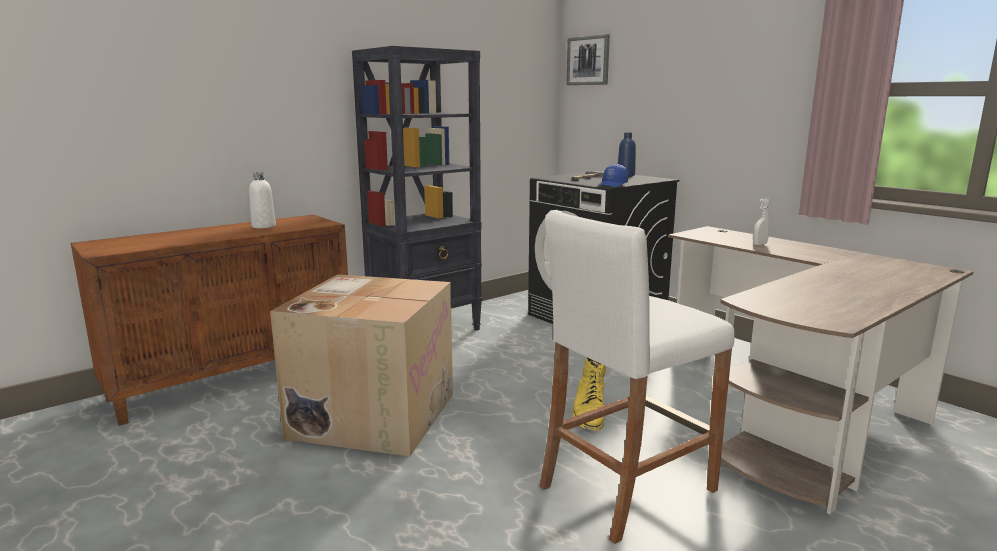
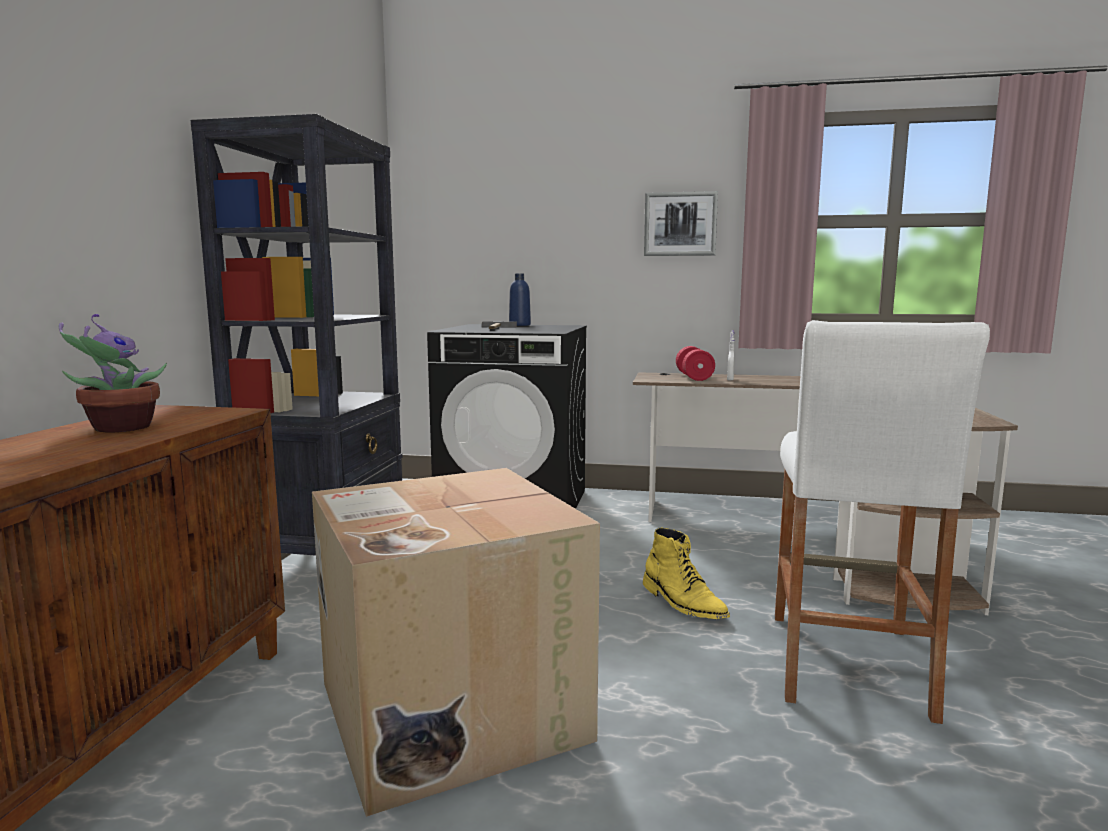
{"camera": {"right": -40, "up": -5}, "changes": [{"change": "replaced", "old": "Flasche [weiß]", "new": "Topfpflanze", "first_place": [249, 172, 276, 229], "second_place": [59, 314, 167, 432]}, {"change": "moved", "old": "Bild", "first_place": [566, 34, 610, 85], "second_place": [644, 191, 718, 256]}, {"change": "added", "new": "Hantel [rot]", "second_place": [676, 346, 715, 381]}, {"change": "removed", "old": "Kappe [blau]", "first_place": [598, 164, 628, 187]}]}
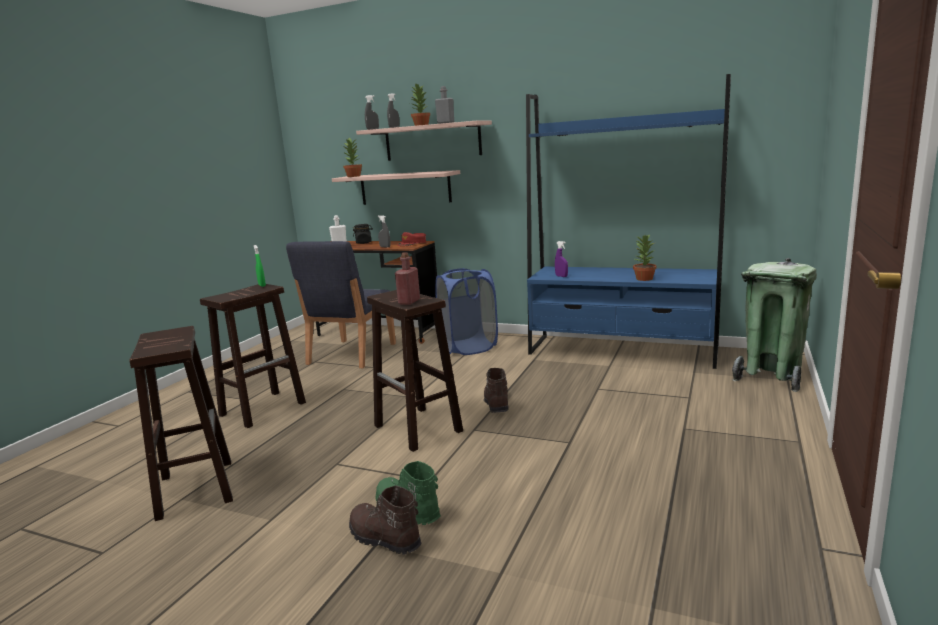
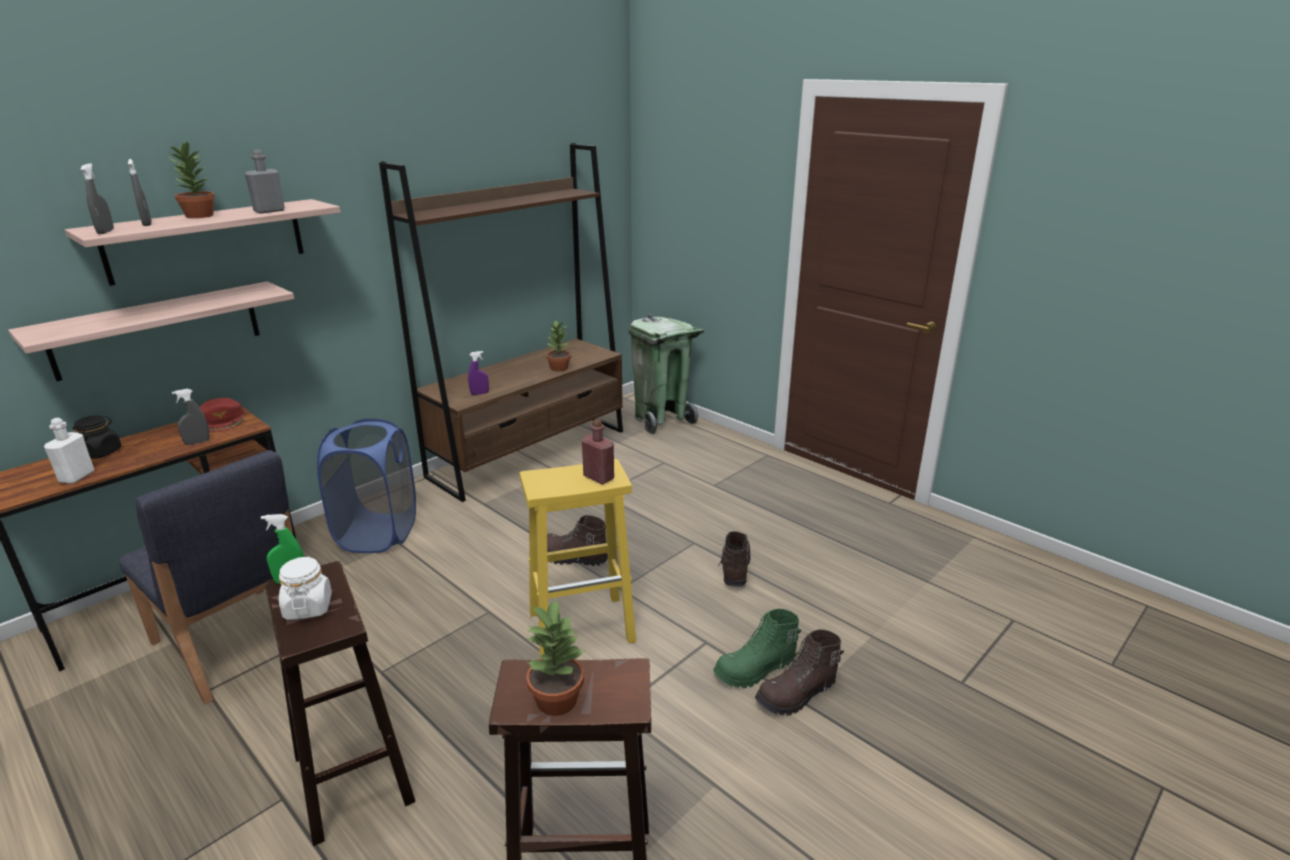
{"camera": {"right": -70, "up": 10}, "changes": [{"change": "added", "new": "Vorratsglas [weiß]", "second_place": [279, 556, 332, 620]}, {"change": "recoloured", "old": "Bücherregal [blau]", "new": "Bücherregal [braun]", "first_place": [526, 74, 731, 369], "second_place": [379, 143, 623, 502]}, {"change": "recoloured", "old": "Hocker [braun]", "new": "Hocker [gelb]", "first_place": [367, 290, 463, 452], "second_place": [520, 459, 636, 659]}, {"change": "moved", "old": "Topfpflanze", "first_place": [343, 138, 362, 177], "second_place": [526, 599, 585, 716]}, {"change": "added", "new": "Stiefel [braun]", "second_place": [718, 531, 751, 587]}]}
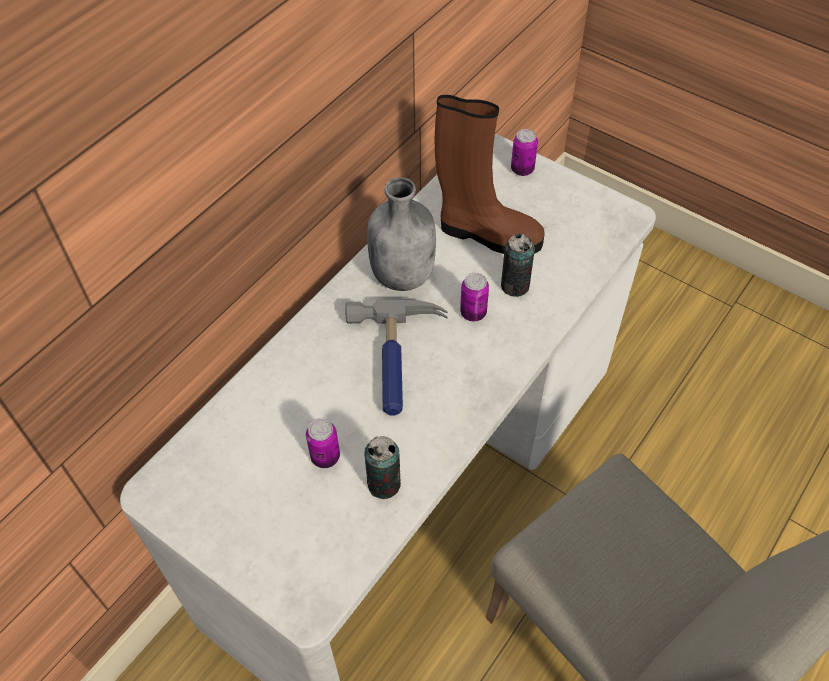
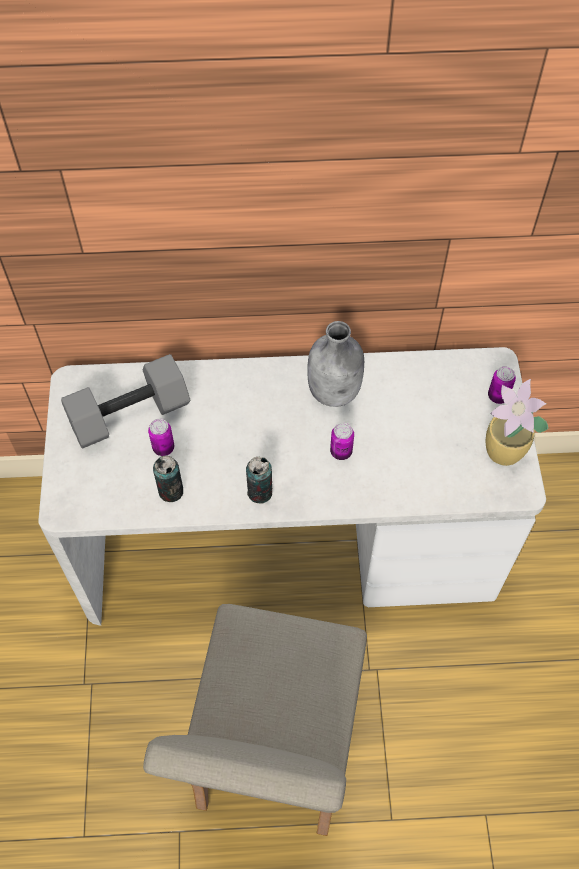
{"camera": {"right": 50, "up": 5}, "changes": [{"change": "added", "new": "Hantel [grau]", "second_place": [61, 354, 190, 449]}, {"change": "moved", "old": "Dose", "first_place": [501, 234, 535, 297], "second_place": [246, 457, 272, 504]}, {"change": "added", "new": "Topfpflanze", "second_place": [486, 379, 548, 466]}, {"change": "removed", "old": "Hammer", "first_place": [345, 299, 448, 416]}, {"change": "removed", "old": "Stiefel [braun]", "first_place": [434, 95, 545, 254]}]}
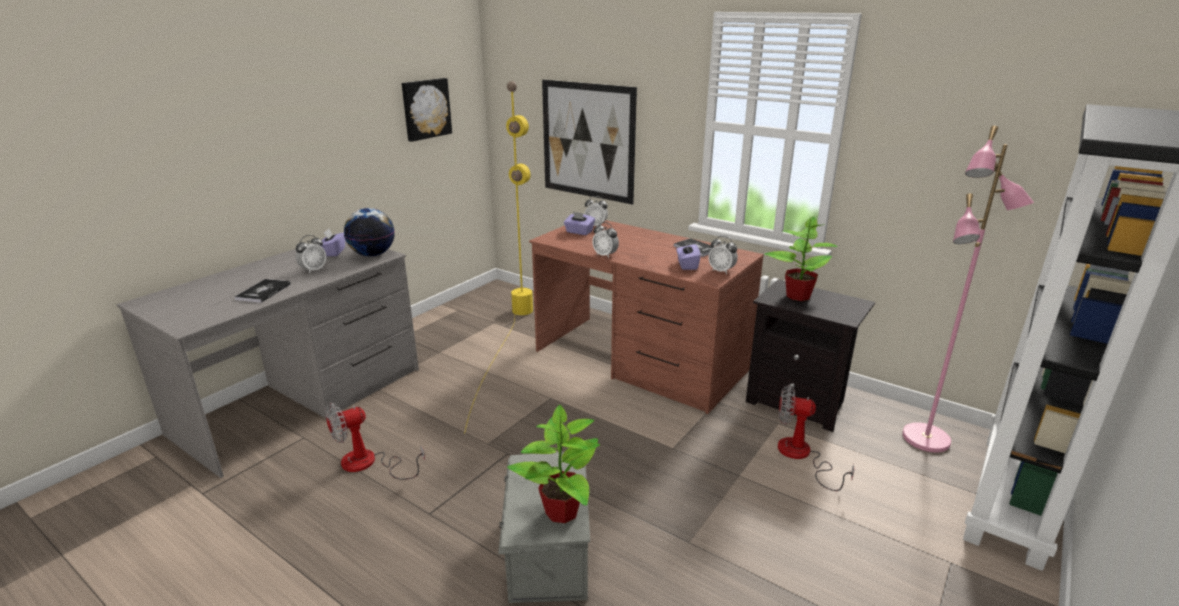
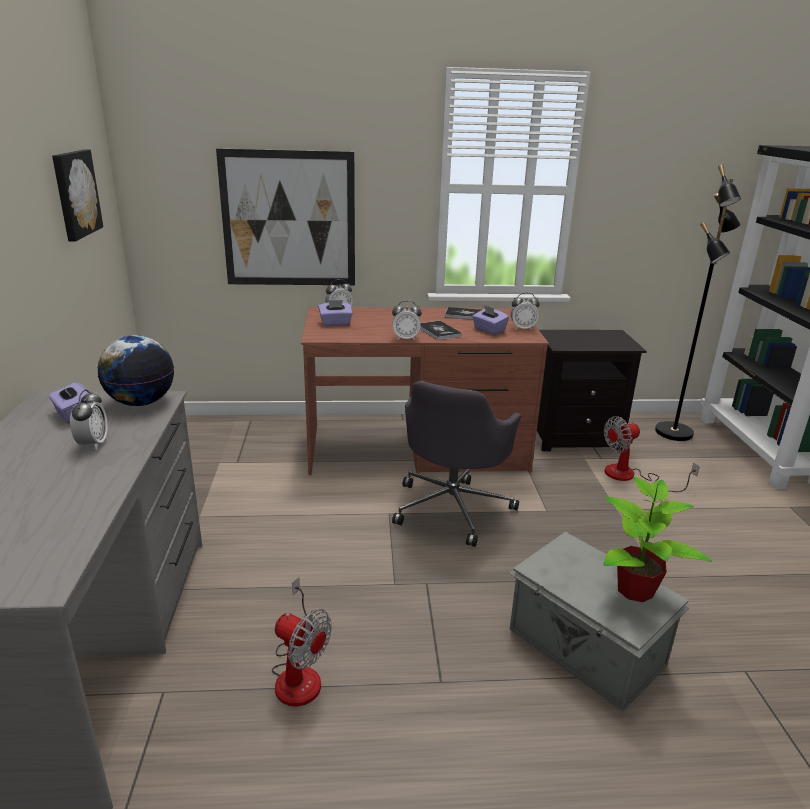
{"camera": {"right": -40, "up": 0}, "changes": [{"change": "turned", "old": "Ventilator", "first_place": [325, 403, 425, 480], "second_place": [272, 577, 332, 706], "degrees": -75}, {"change": "added", "new": "Bürostuhl [grau]", "second_place": [392, 381, 522, 547]}, {"change": "moved", "old": "Buch", "first_place": [235, 279, 291, 303], "second_place": [420, 321, 462, 340]}, {"change": "recoloured", "old": "Stehlampe [rosa]", "new": "Stehlampe [schwarz]", "first_place": [902, 126, 1034, 453], "second_place": [655, 164, 741, 441]}, {"change": "removed", "old": "Stehlampe [gelb]", "first_place": [464, 81, 533, 434]}, {"change": "removed", "old": "Topfpflanze", "first_place": [764, 216, 838, 301]}]}
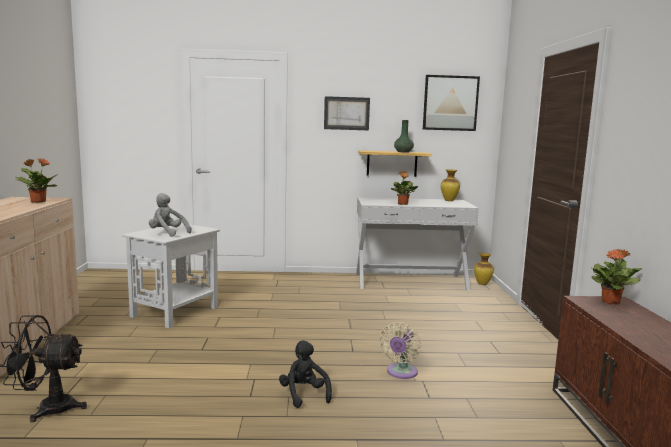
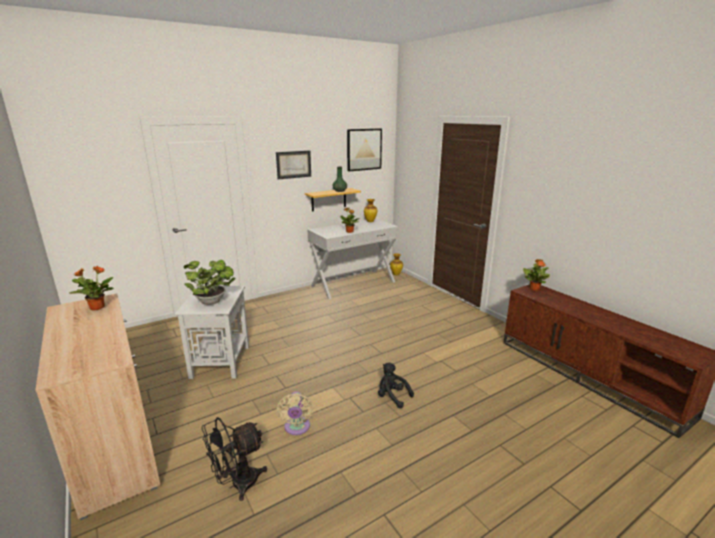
{"camera": {"right": -30, "up": 10}, "changes": [{"change": "replaced", "old": "Plüschtier [grau]", "new": "Topfpflanze", "first_place": [149, 193, 192, 237], "second_place": [184, 260, 235, 305]}, {"change": "moved", "old": "Ventilator [beige]", "first_place": [380, 322, 421, 379], "second_place": [277, 391, 314, 435]}]}
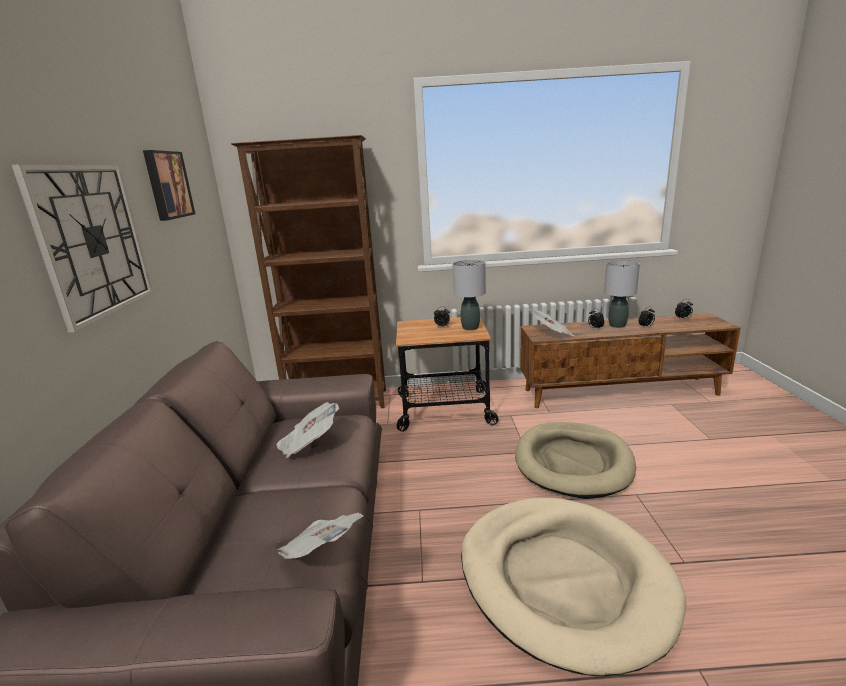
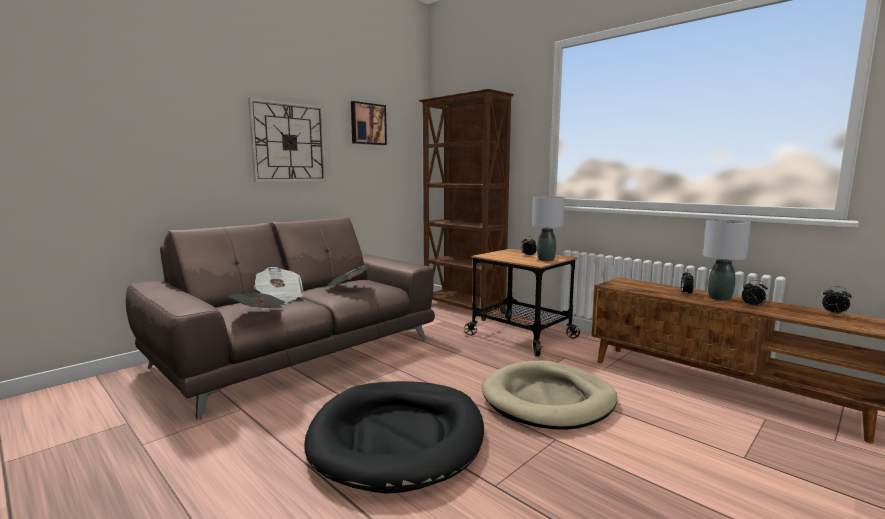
{"camera": {"right": 45, "up": -10}, "changes": [{"change": "moved", "old": "Zeitung", "first_place": [528, 309, 574, 336], "second_place": [254, 267, 303, 304]}, {"change": "recoloured", "old": "Hundebett [beige]", "new": "Hundebett [schwarz]", "first_place": [461, 497, 686, 676], "second_place": [304, 381, 484, 494]}]}
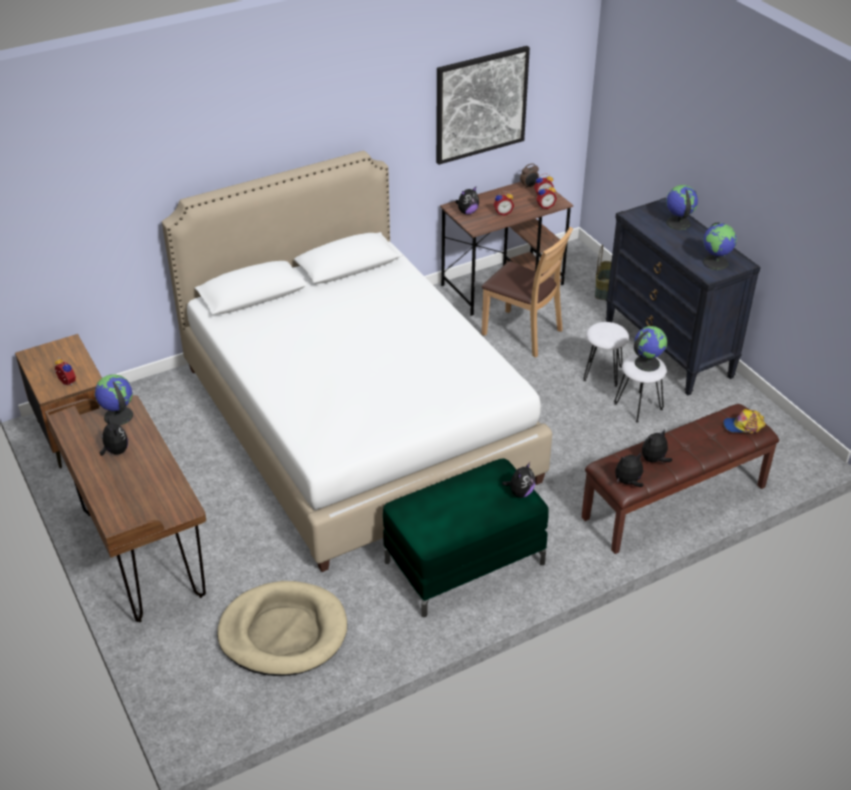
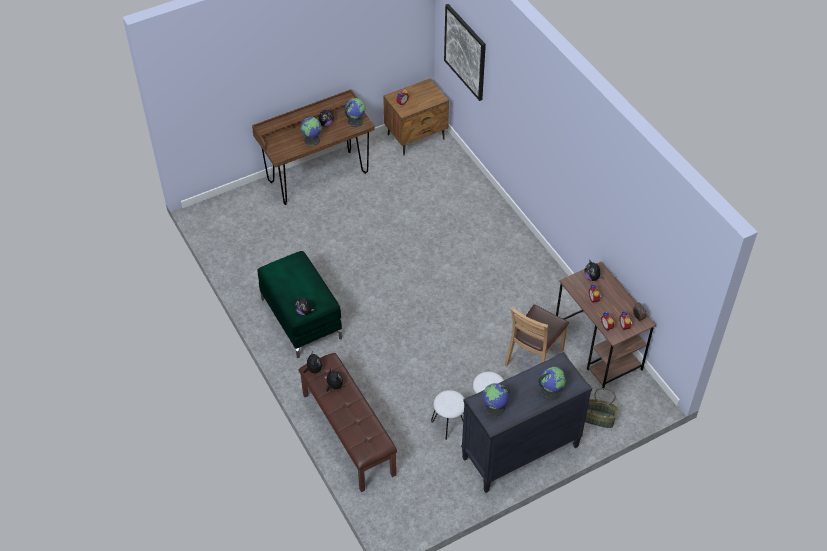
{"camera": {"right": 90, "up": 10}, "changes": [{"change": "moved", "old": "Globus", "first_place": [634, 326, 667, 371], "second_place": [301, 116, 322, 146]}, {"change": "moved", "old": "Bild", "first_place": [436, 46, 530, 165], "second_place": [444, 4, 486, 101]}, {"change": "removed", "old": "Bett [weiß]", "first_place": [162, 151, 552, 572]}, {"change": "removed", "old": "Hundebett [beige]", "first_place": [217, 581, 347, 676]}, {"change": "removed", "old": "Kappe", "first_place": [723, 409, 765, 433]}]}
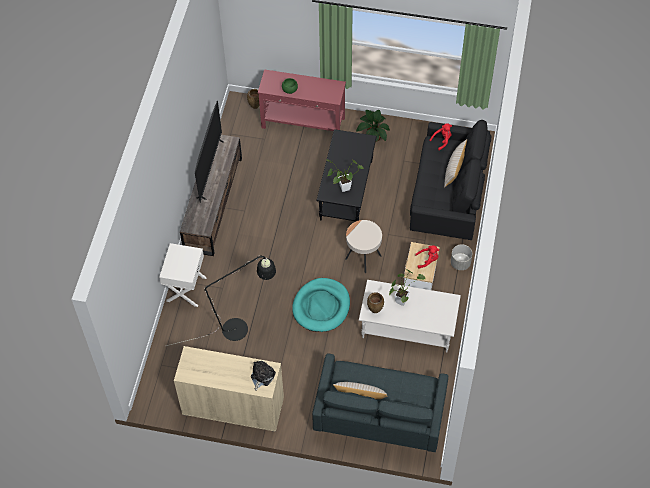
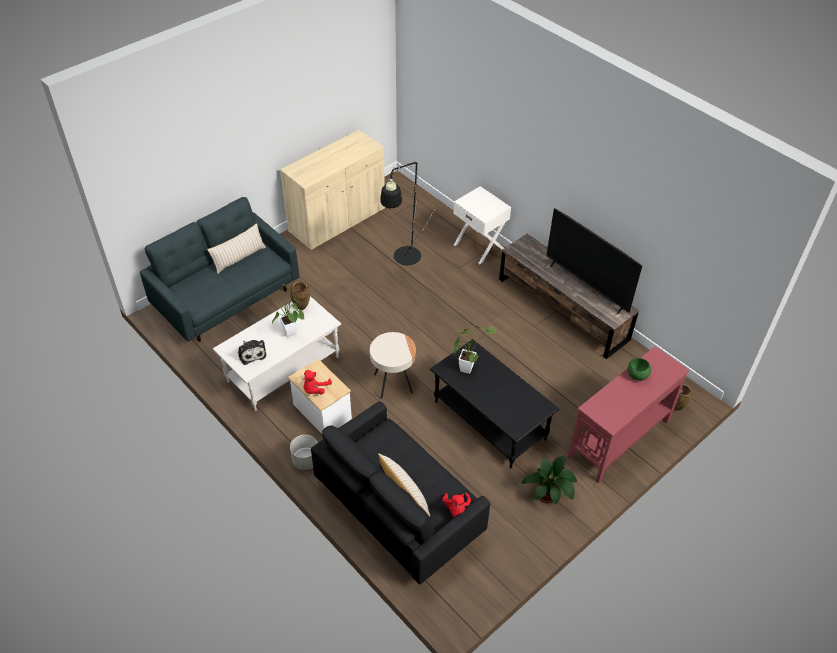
{"camera": {"right": 125, "up": -10}, "changes": [{"change": "moved", "old": "Plüschtier", "first_place": [251, 361, 276, 391], "second_place": [238, 340, 266, 365]}, {"change": "removed", "old": "Hundebett [türkis]", "first_place": [292, 278, 350, 332]}]}
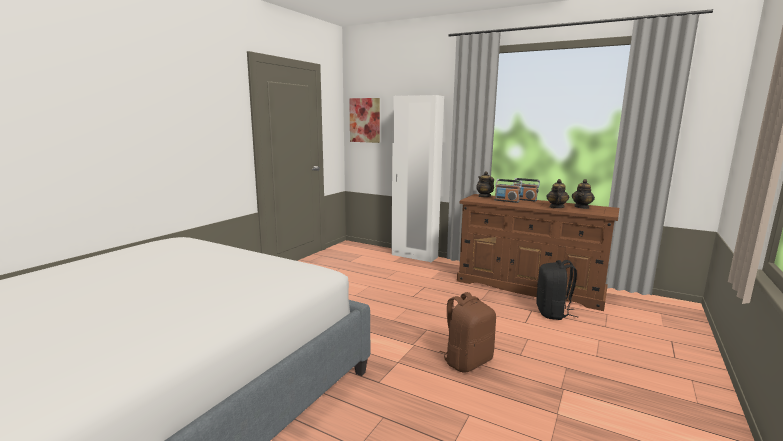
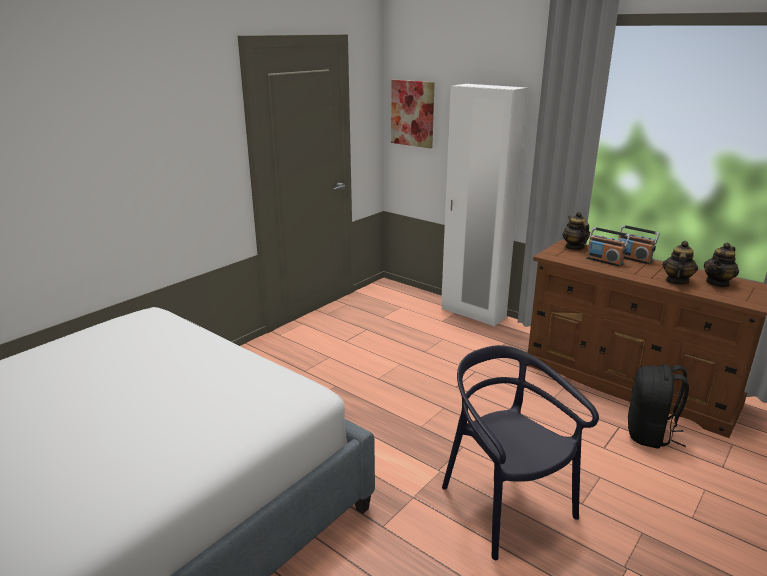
{"camera": {"right": 10, "up": 10}, "changes": [{"change": "replaced", "old": "Rucksack [braun]", "new": "Stuhl [schwarz]", "first_place": [440, 292, 496, 373], "second_place": [442, 345, 599, 560]}]}
